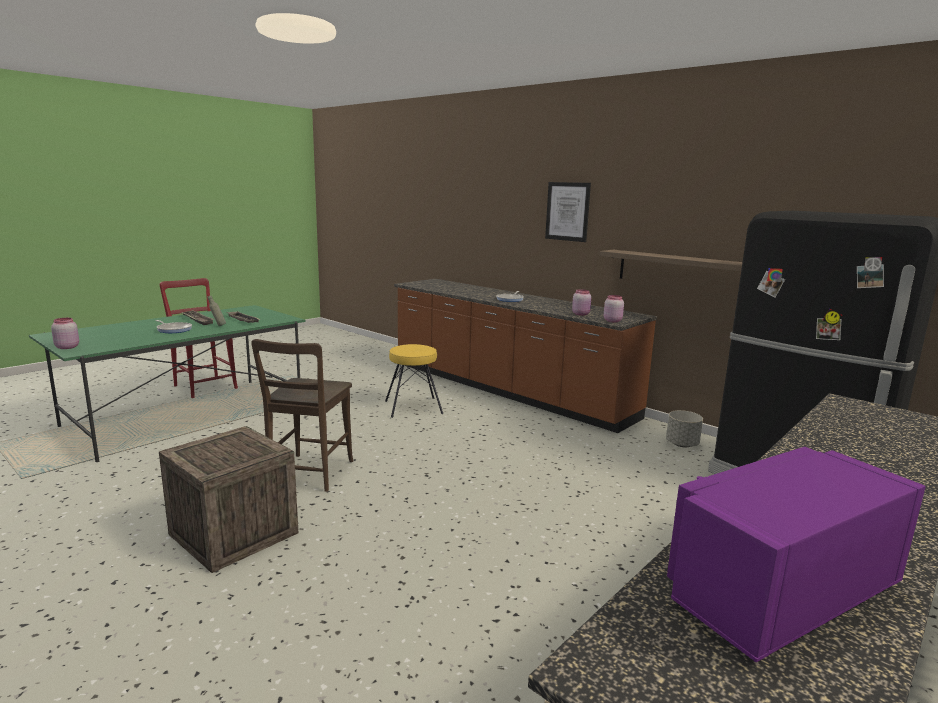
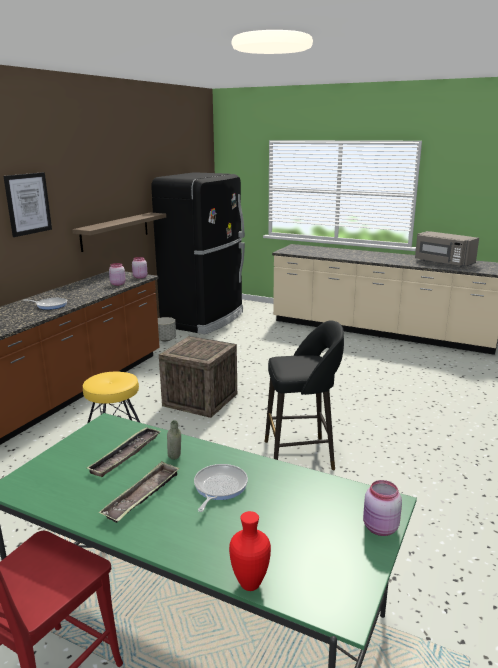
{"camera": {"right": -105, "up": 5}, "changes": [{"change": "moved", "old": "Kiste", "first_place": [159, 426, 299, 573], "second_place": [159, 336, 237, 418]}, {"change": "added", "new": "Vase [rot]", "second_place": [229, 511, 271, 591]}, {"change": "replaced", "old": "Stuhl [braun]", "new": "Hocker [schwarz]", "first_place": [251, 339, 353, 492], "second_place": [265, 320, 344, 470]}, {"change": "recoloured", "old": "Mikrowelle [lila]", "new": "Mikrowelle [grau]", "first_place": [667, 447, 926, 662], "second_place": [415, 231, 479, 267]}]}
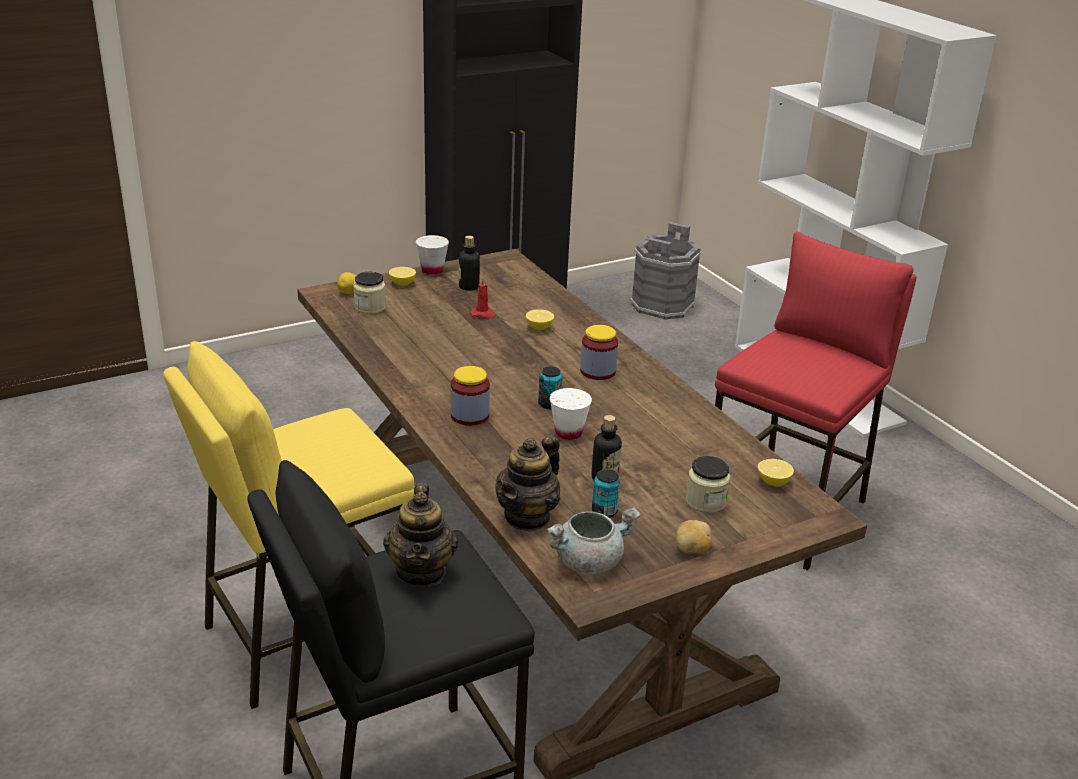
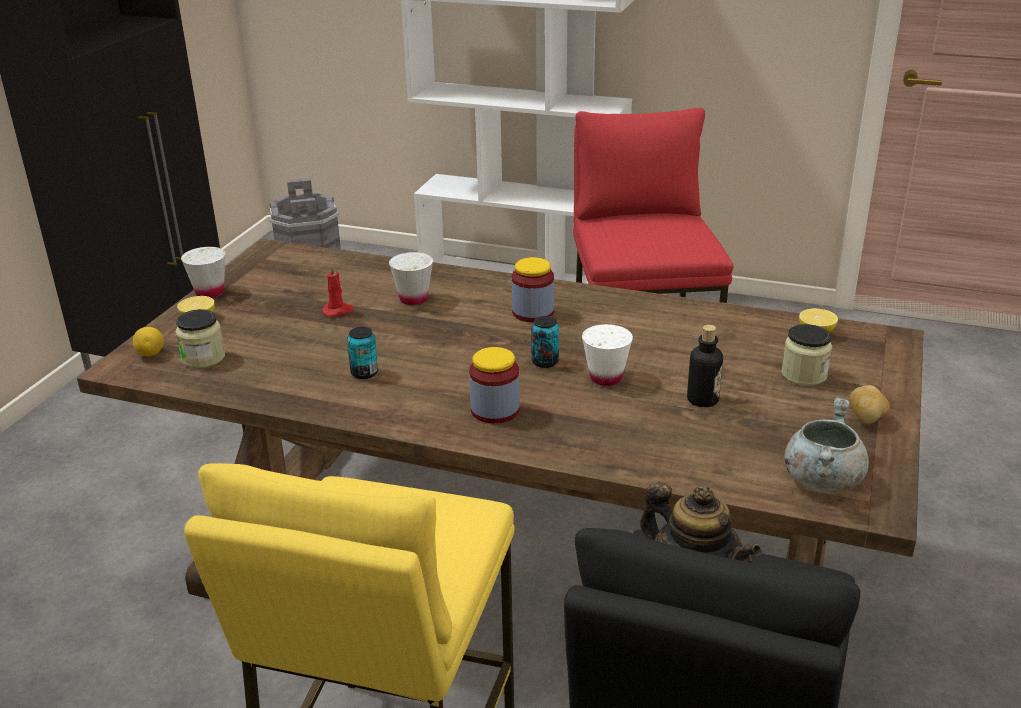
{"camera": {"right": -40, "up": 0}, "changes": [{"change": "moved", "old": "Dose", "first_place": [592, 469, 620, 518], "second_place": [347, 327, 378, 379]}, {"change": "replaced", "old": "Zitrone", "new": "Tasse [weiß]", "first_place": [525, 309, 554, 330], "second_place": [389, 252, 433, 305]}, {"change": "removed", "old": "Flasche", "first_place": [459, 236, 480, 291]}, {"change": "removed", "old": "Teekanne", "first_place": [495, 435, 560, 532]}]}
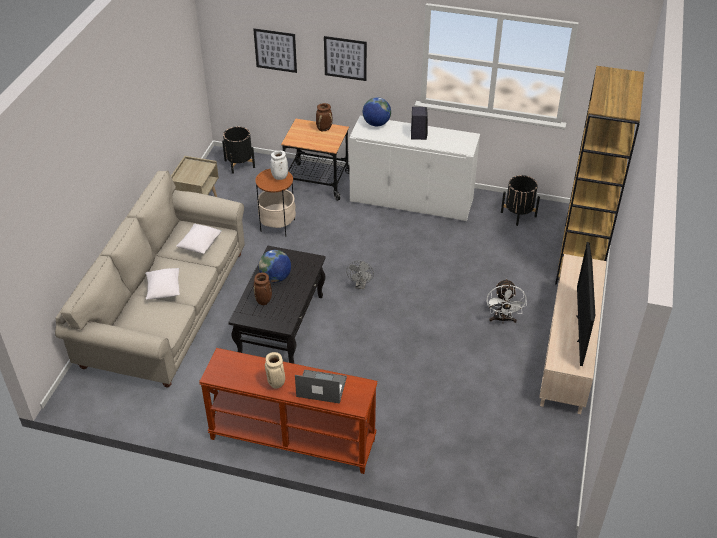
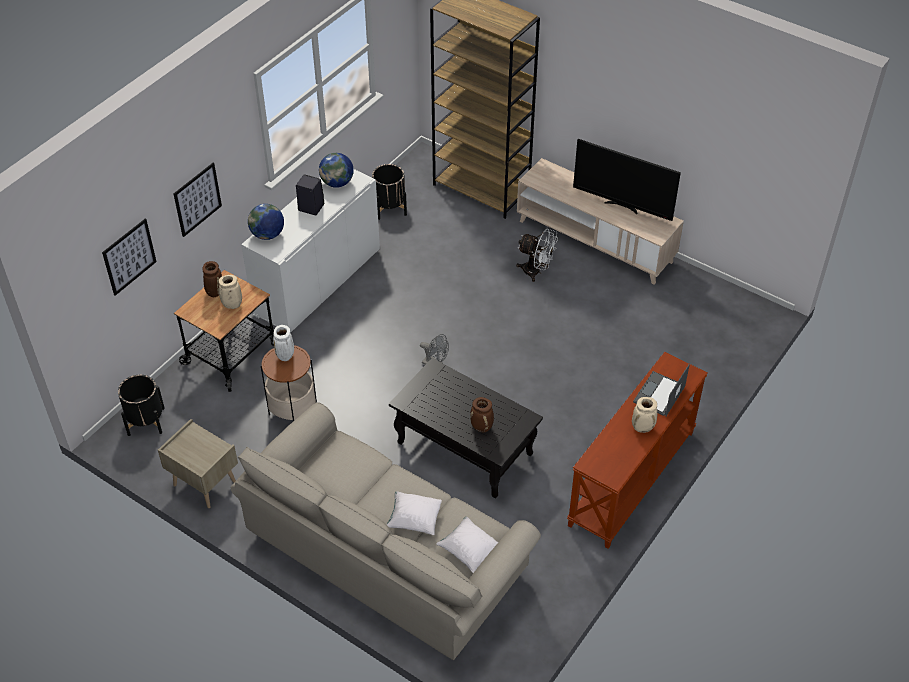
{"camera": {"right": -70, "up": 5}, "changes": [{"change": "added", "new": "Vase [beige]", "second_place": [219, 275, 242, 309]}, {"change": "moved", "old": "Globus", "first_place": [258, 250, 291, 282], "second_place": [319, 153, 354, 188]}, {"change": "moved", "old": "Kissen [weiß]", "first_place": [176, 223, 222, 254], "second_place": [436, 517, 498, 573]}]}
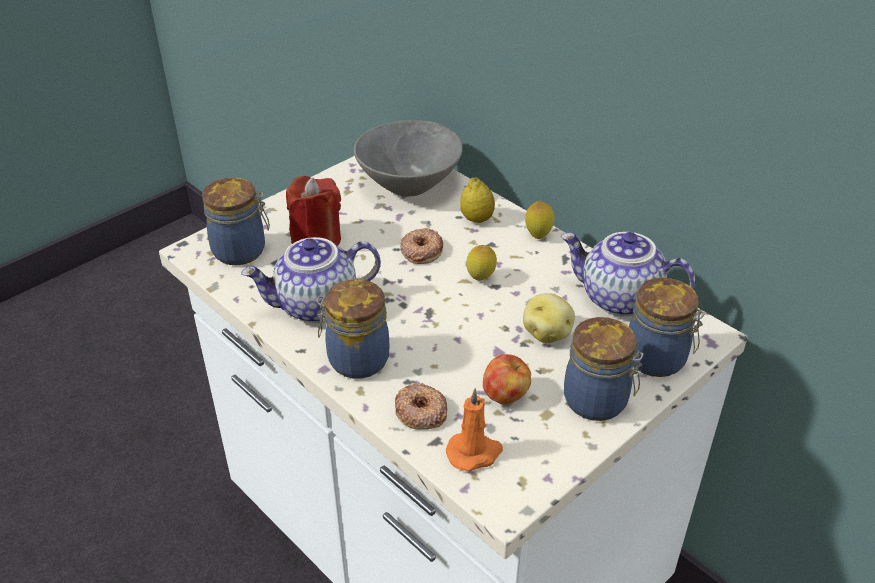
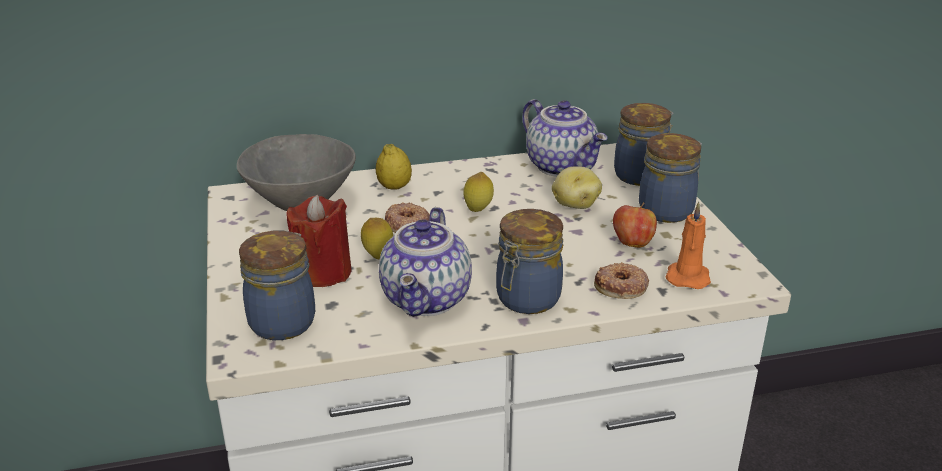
{"camera": {"right": -60, "up": -10}, "changes": [{"change": "moved", "old": "Zitrone", "first_place": [525, 201, 554, 239], "second_place": [361, 218, 393, 260]}, {"change": "turned", "old": "Teekanne", "first_place": [561, 232, 695, 316], "second_place": [522, 99, 608, 177], "degrees": -90}]}
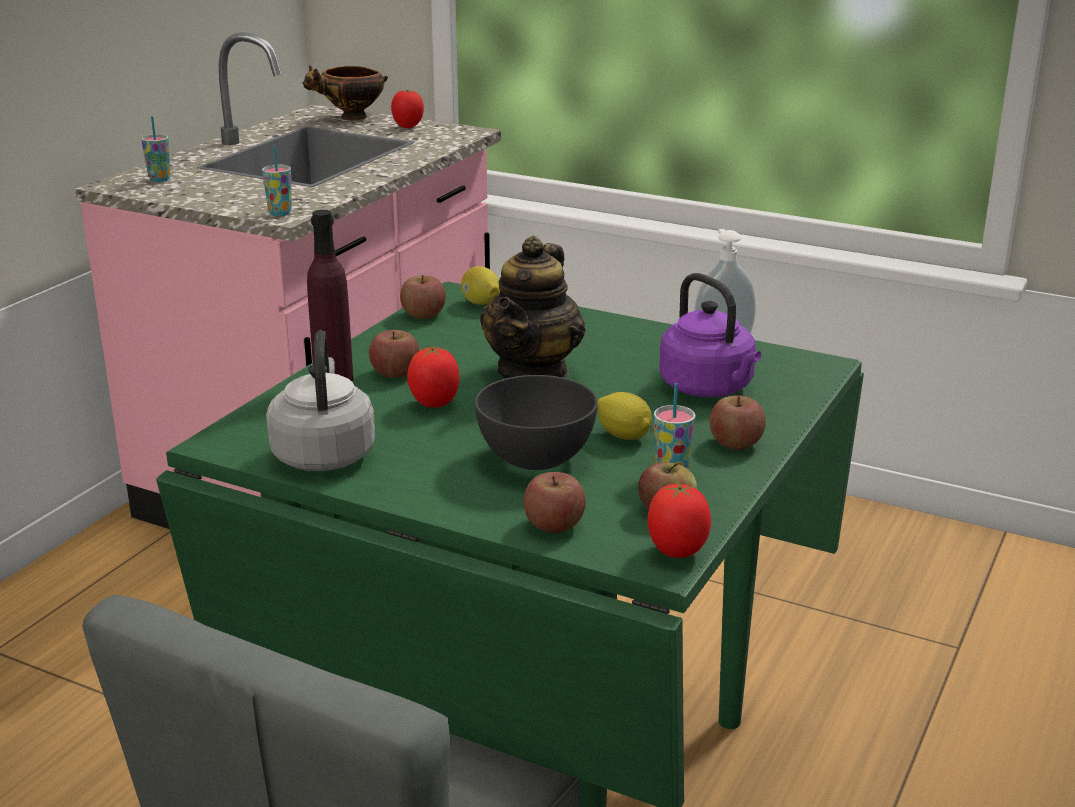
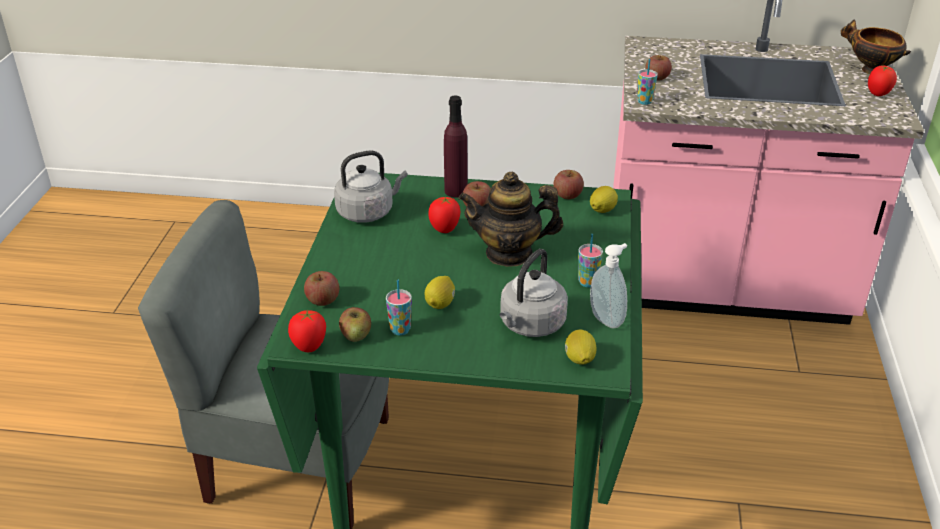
{"camera": {"right": 70, "up": 10}, "changes": [{"change": "recoloured", "old": "Wasserkessel [lila]", "new": "Wasserkessel [grau]", "first_place": [659, 273, 761, 397], "second_place": [500, 249, 568, 337]}, {"change": "added", "new": "Zitrone", "second_place": [565, 330, 596, 365]}, {"change": "moved", "old": "Tasse", "first_place": [141, 116, 171, 182], "second_place": [578, 234, 603, 287]}, {"change": "moved", "old": "Apfel", "first_place": [709, 395, 766, 450], "second_place": [645, 55, 672, 80]}, {"change": "removed", "old": "Schüssel [grau]", "first_place": [475, 375, 598, 470]}]}
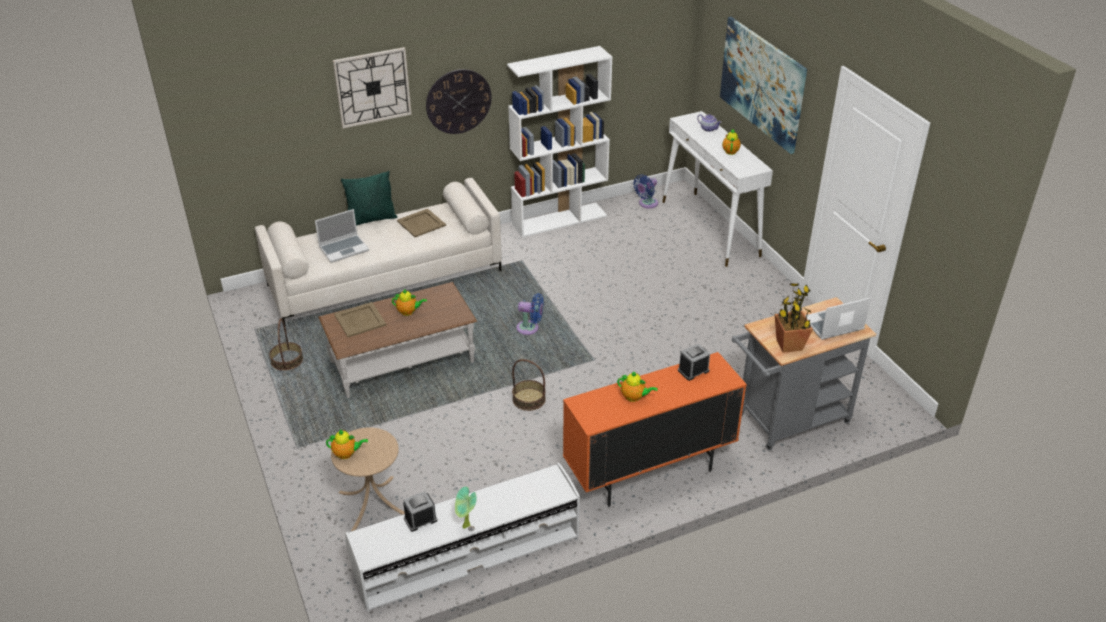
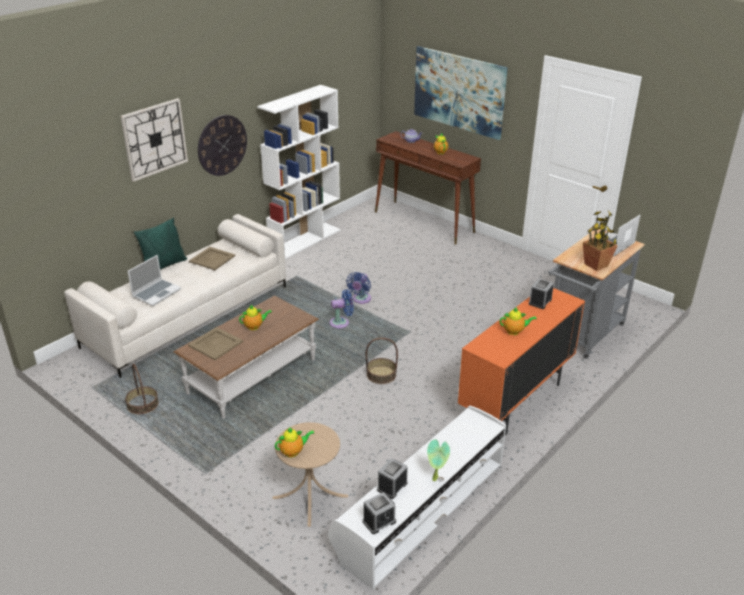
{"camera": {"right": -25, "up": -5}, "changes": [{"change": "moved", "old": "Ventilator [blau]", "first_place": [633, 174, 658, 208], "second_place": [346, 272, 371, 304]}, {"change": "added", "new": "Wecker", "second_place": [362, 492, 396, 534]}, {"change": "recoloured", "old": "Konsolentisch [weiß]", "new": "Konsolentisch [braun]", "first_place": [662, 111, 773, 267], "second_place": [375, 131, 481, 245]}]}
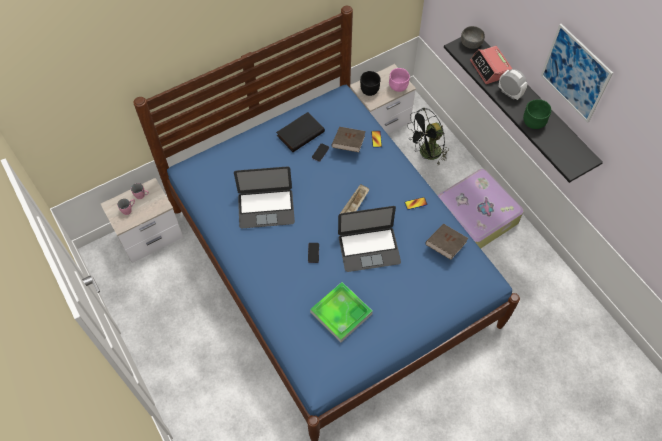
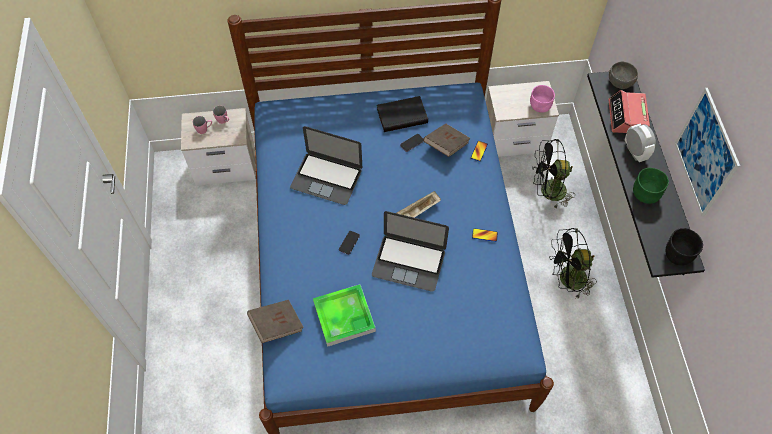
{"camera": {"right": 25, "up": 0}, "changes": [{"change": "moved", "old": "Buch [braun]", "first_place": [425, 224, 468, 260], "second_place": [247, 300, 304, 343]}, {"change": "replaced", "old": "Koffer", "new": "Ventilator [schwarz]", "first_place": [437, 169, 524, 249], "second_place": [549, 228, 597, 300]}, {"change": "moved", "old": "Schüssel [schwarz]", "first_place": [360, 71, 381, 96], "second_place": [666, 228, 703, 266]}]}
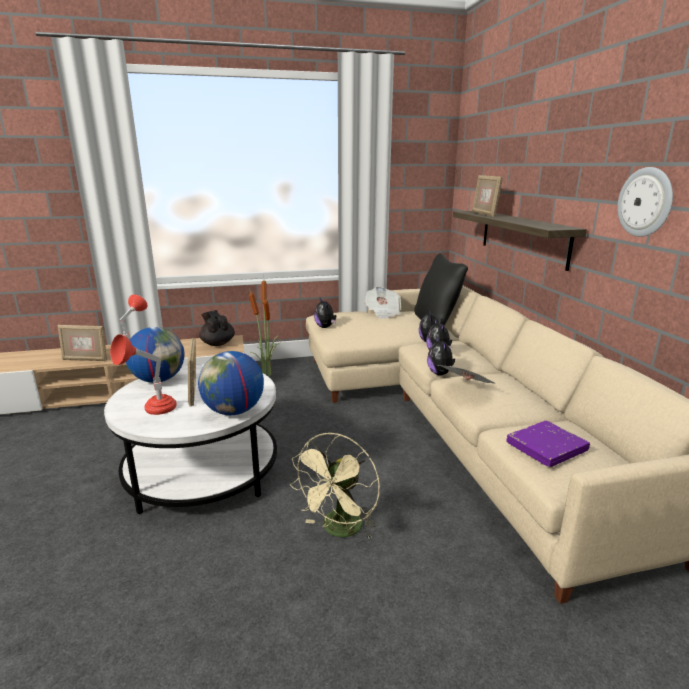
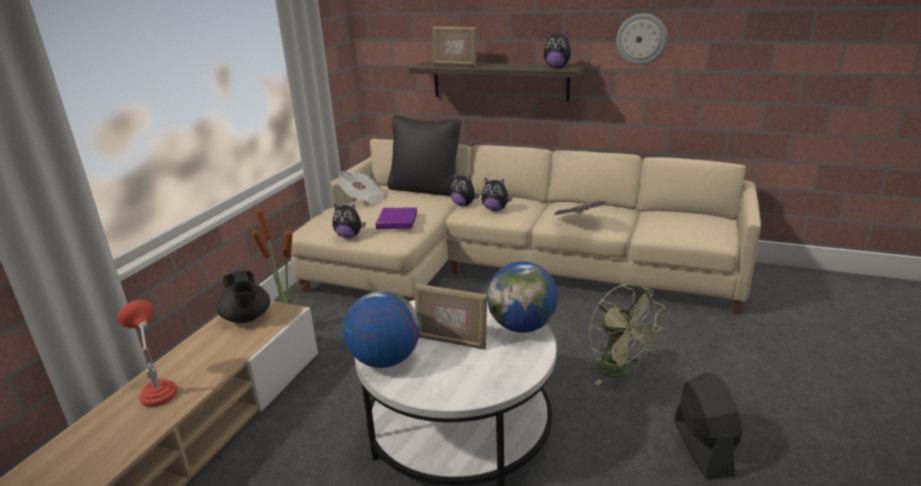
{"camera": {"right": -55, "up": 5}, "changes": [{"change": "turned", "old": "Teekanne [schwarz]", "first_place": [199, 310, 235, 346], "second_place": [216, 270, 270, 323], "degrees": -120}, {"change": "moved", "old": "Buch [lila]", "first_place": [506, 420, 590, 467], "second_place": [376, 207, 417, 229]}, {"change": "moved", "old": "Plüschtier", "first_place": [427, 336, 455, 375], "second_place": [544, 31, 575, 68]}, {"change": "recoloured", "old": "Ventilator [beige]", "new": "Ventilator [grün]", "first_place": [290, 433, 380, 539], "second_place": [589, 283, 665, 385]}, {"change": "added", "new": "Ventilator [schwarz]", "second_place": [674, 373, 742, 479]}, {"change": "removed", "old": "Bilderrahmen", "first_place": [58, 325, 107, 361]}, {"change": "removed", "old": "Tischlampe [rot]", "first_place": [110, 334, 177, 415]}]}
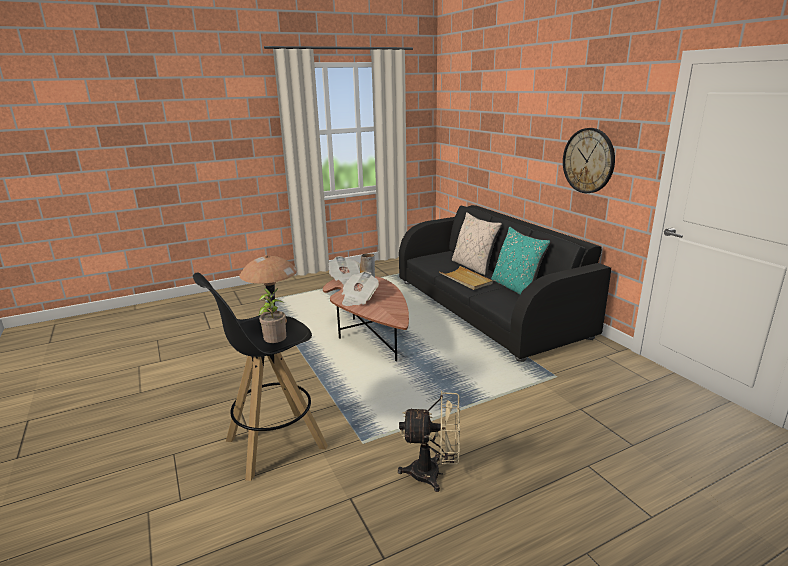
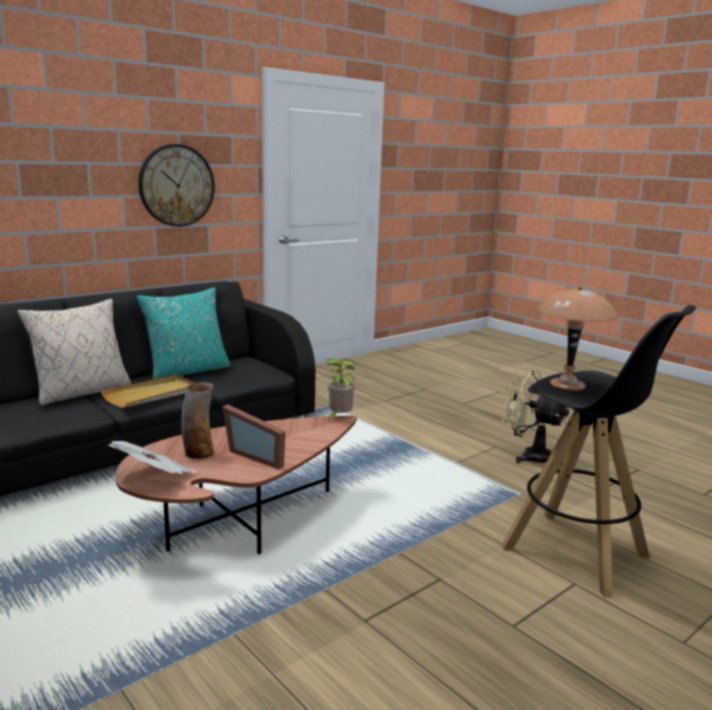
{"camera": {"right": -105, "up": -5}, "changes": [{"change": "replaced", "old": "Zeitung", "new": "Bilderrahmen", "first_place": [342, 272, 379, 306], "second_place": [222, 404, 286, 469]}, {"change": "moved", "old": "Topfpflanze", "first_place": [258, 288, 286, 343], "second_place": [327, 358, 355, 421]}, {"change": "turned", "old": "Ventilator [beige]", "first_place": [398, 391, 460, 492], "second_place": [501, 368, 569, 466], "degrees": -45}]}
